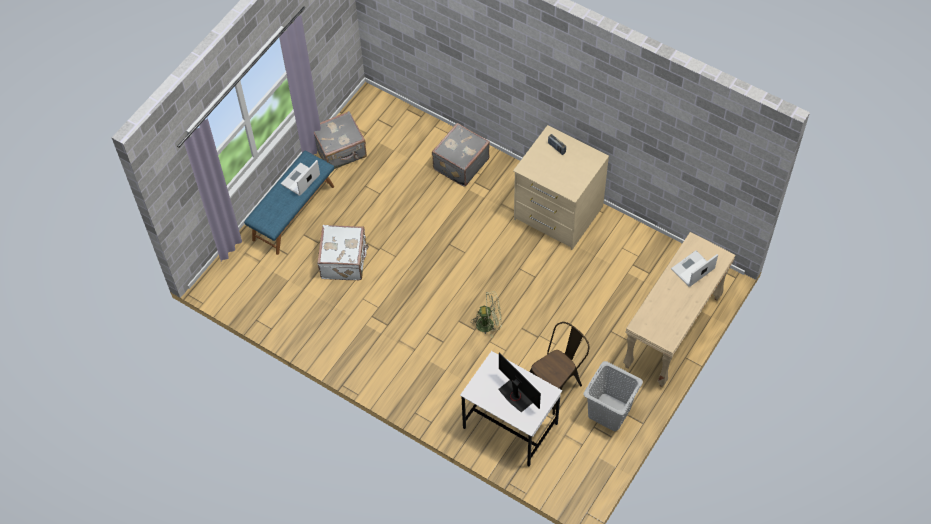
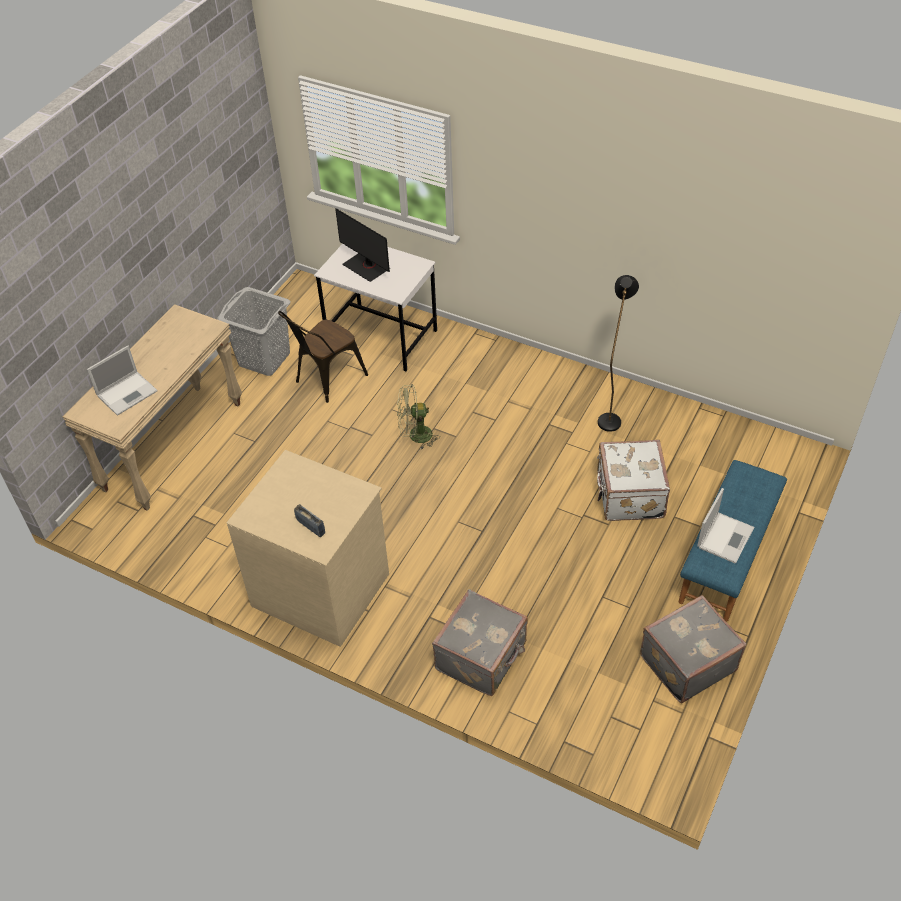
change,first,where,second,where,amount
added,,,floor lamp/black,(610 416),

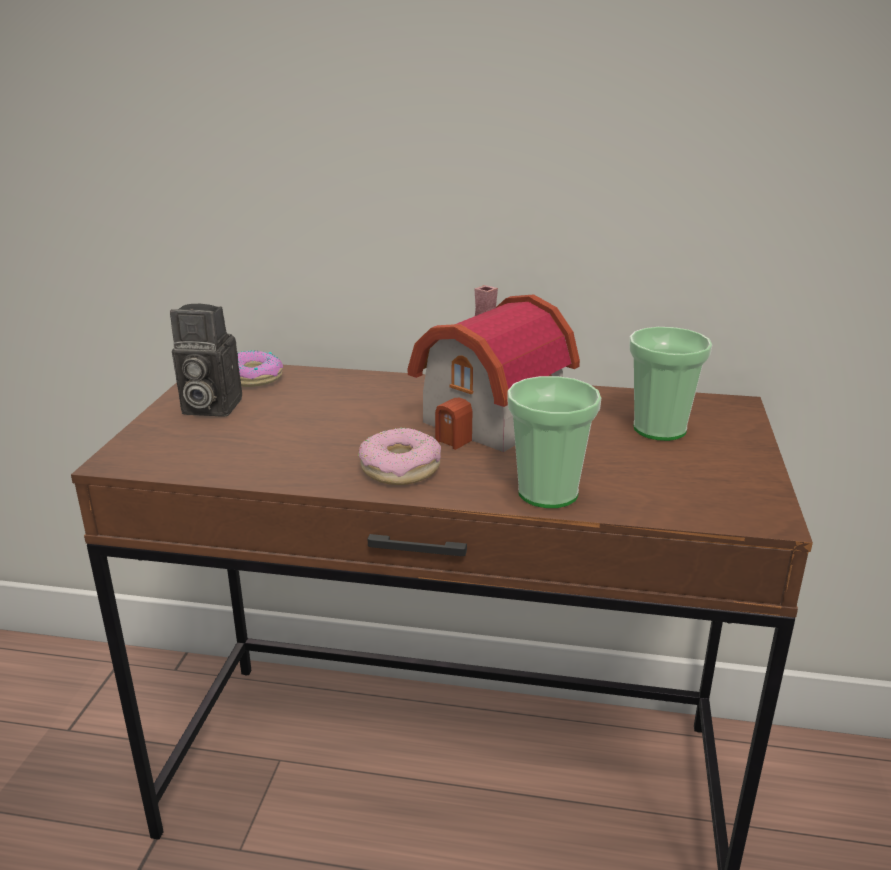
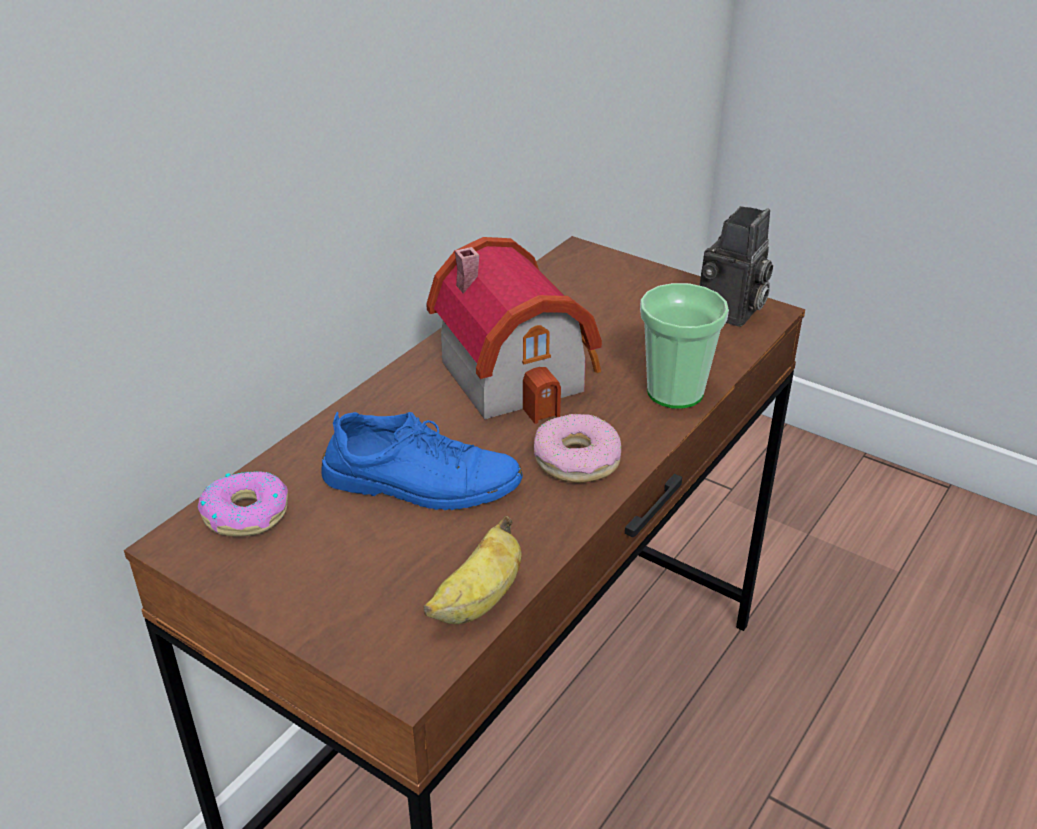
change,first,where,second,where,amount
moved,photo camera,(207 407),,(731 312),
removed,cup,(659 429),,,
added,,,shoe/blue,(421 482),
added,,,banana,(478 601),

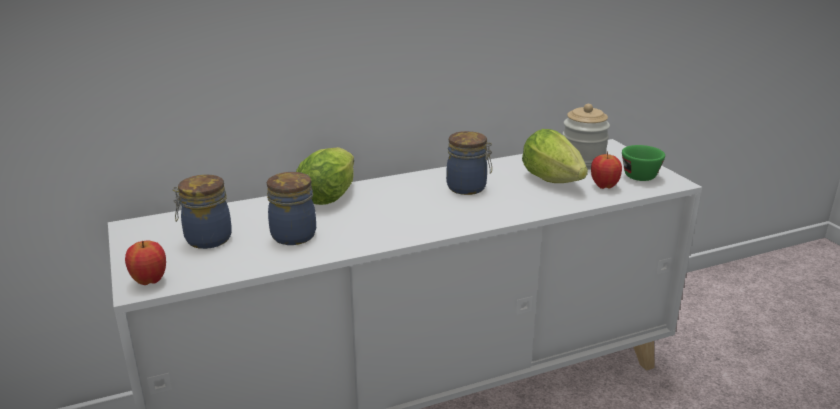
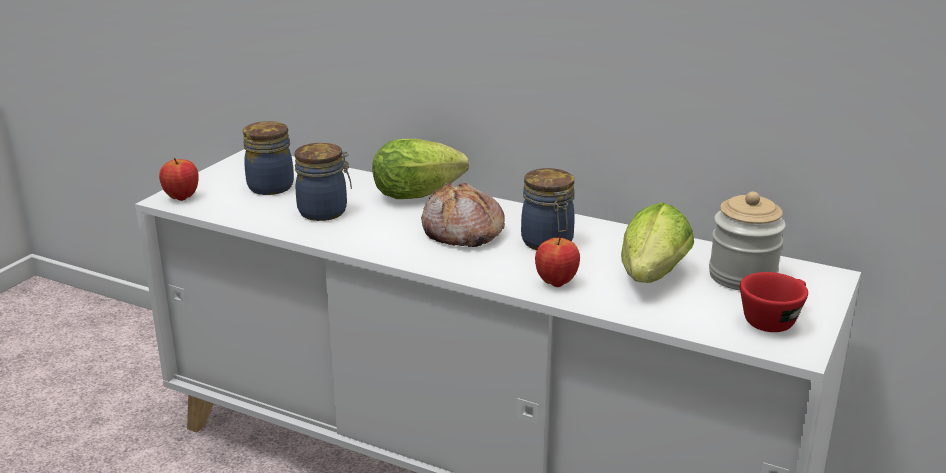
change,first,where,second,where,amount
recoloured,cup/green,(637 174),cup/red,(773 319),
moved,apple,(604 186),,(556 283),
added,,,bread,(461 232),

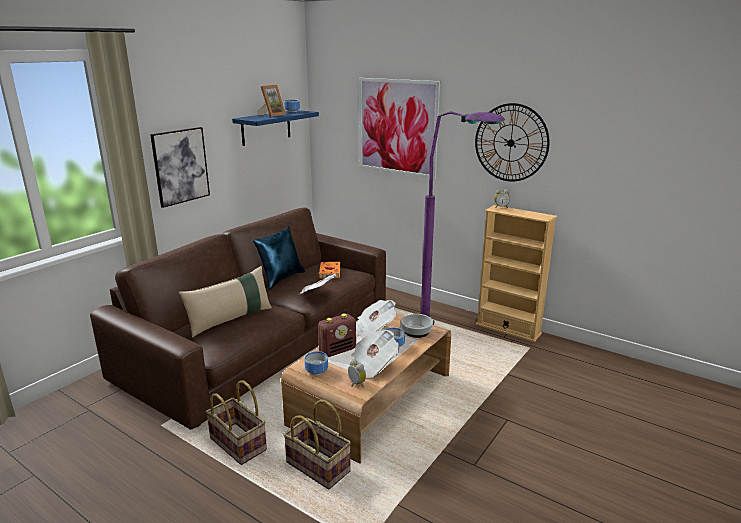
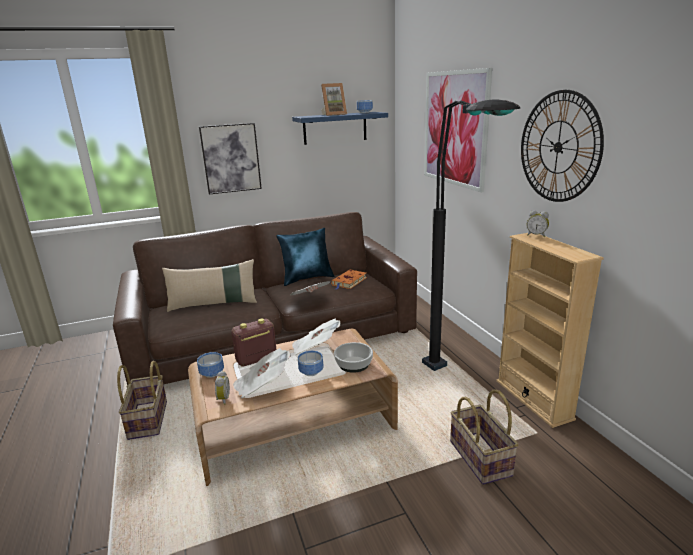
change,first,where,second,where,amount
recoloured,floor lamp/purple,(455 333),floor lamp/black,(460 383),
turned,radio,(338 350),,(256 359),150 degrees clockwise
moved,basket,(319 466),,(481 458),

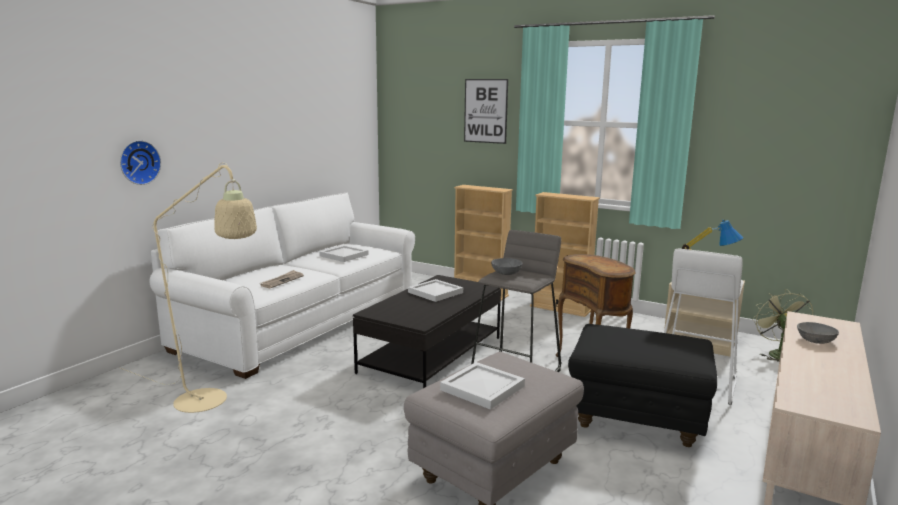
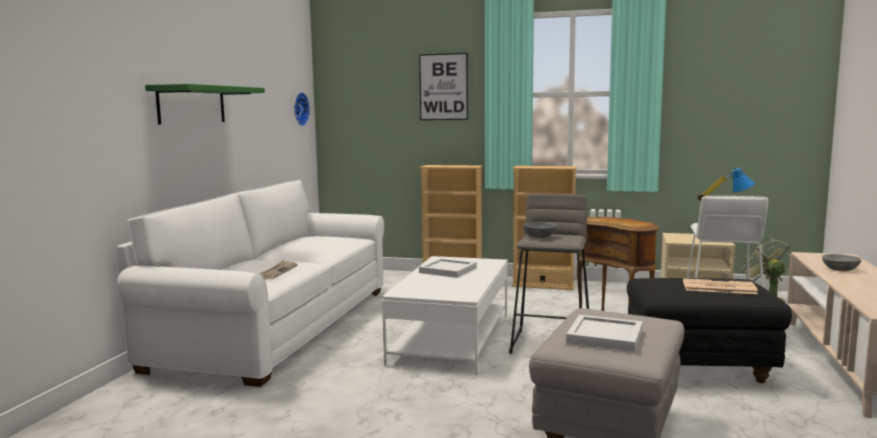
change,first,where,second,where,amount
moved,wall clock,(138 162),,(299 109),
removed,floor lamp/beige,(210 403),,,
removed,tray/white,(345 255),,,
recoloured,coffee table/black,(432 354),coffee table/white,(451 339),
added,,,shelf/green,(192 105),
added,,,newspaper,(718 287),

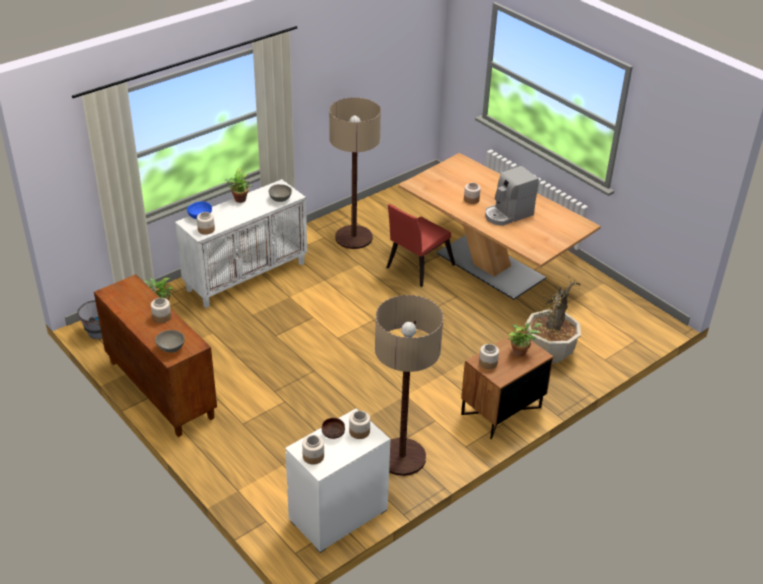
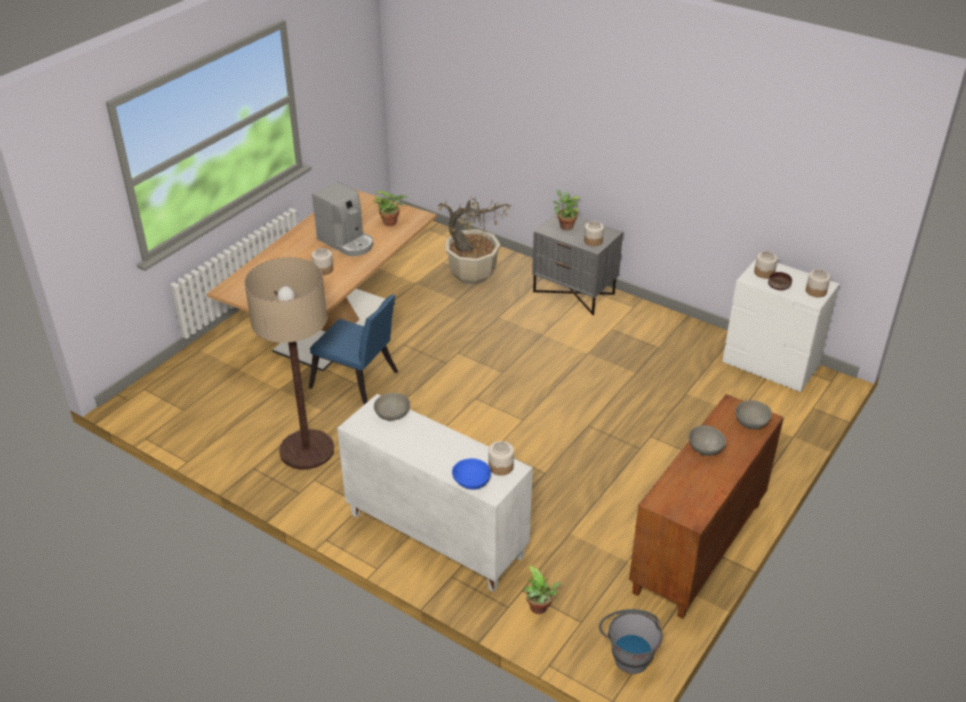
change,first,where,second,where,amount
moved,potted plant,(240 200),,(391 222),
recoloured,chair/red,(416 268),chair/blue,(358 383),
removed,floor lamp,(402 457),,,
replaced,jar,(162 317),bowl/grey,(704 449),
recoloured,nightstand/brown,(501 411),nightstand/grey,(574 292),

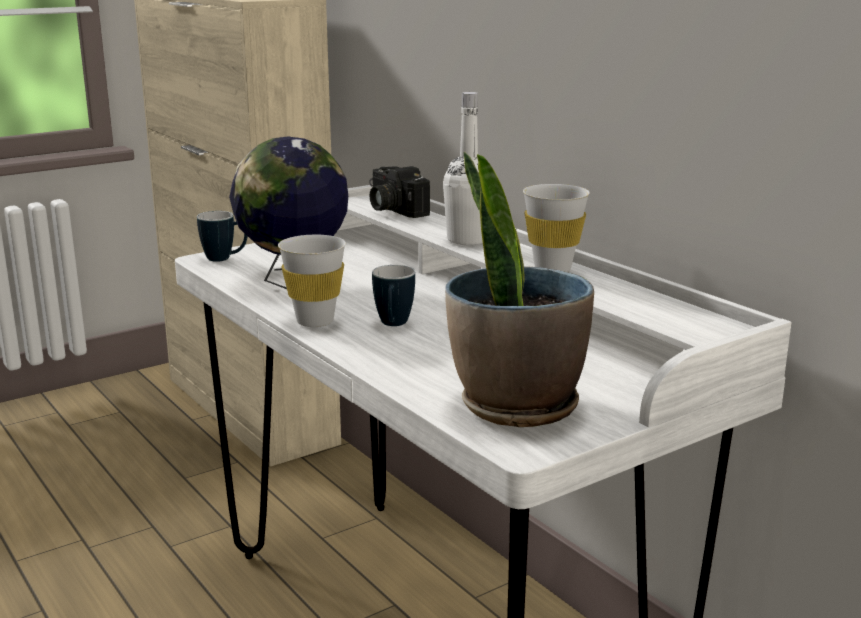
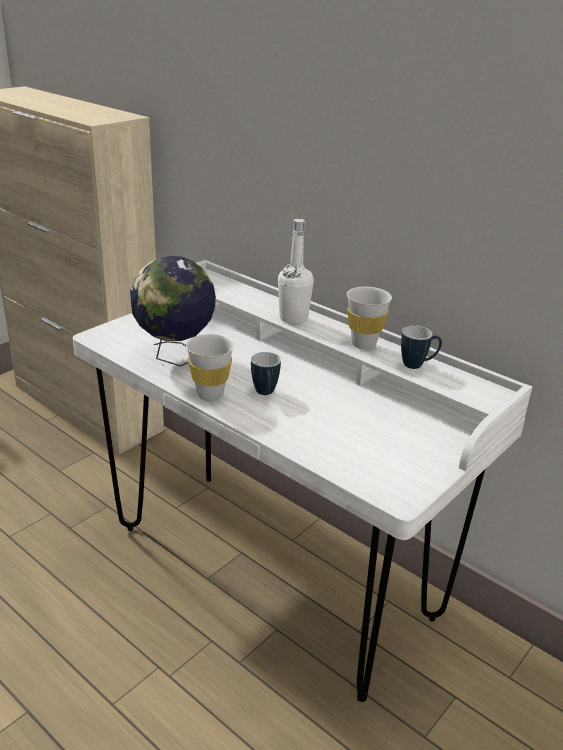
change,first,where,second,where,amount
removed,potted plant,(515 405),,,
removed,photo camera,(392 209),,,
moved,mug,(225 259),,(418 365),

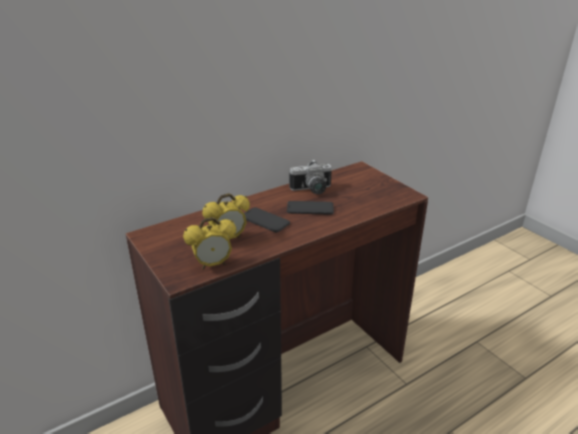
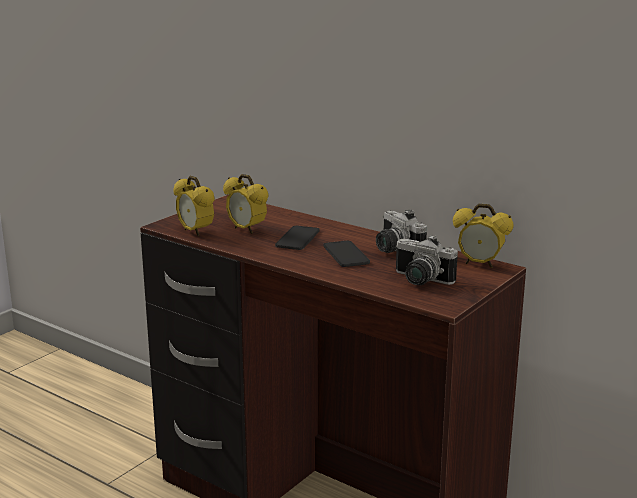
change,first,where,second,where,amount
added,,,alarm clock,(480 264),
added,,,photo camera,(419 280),

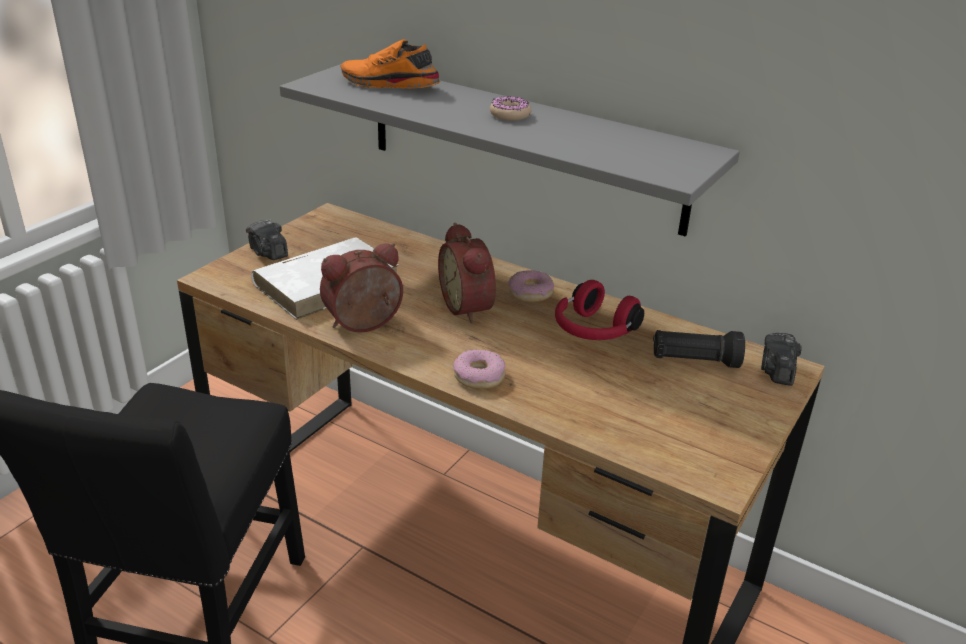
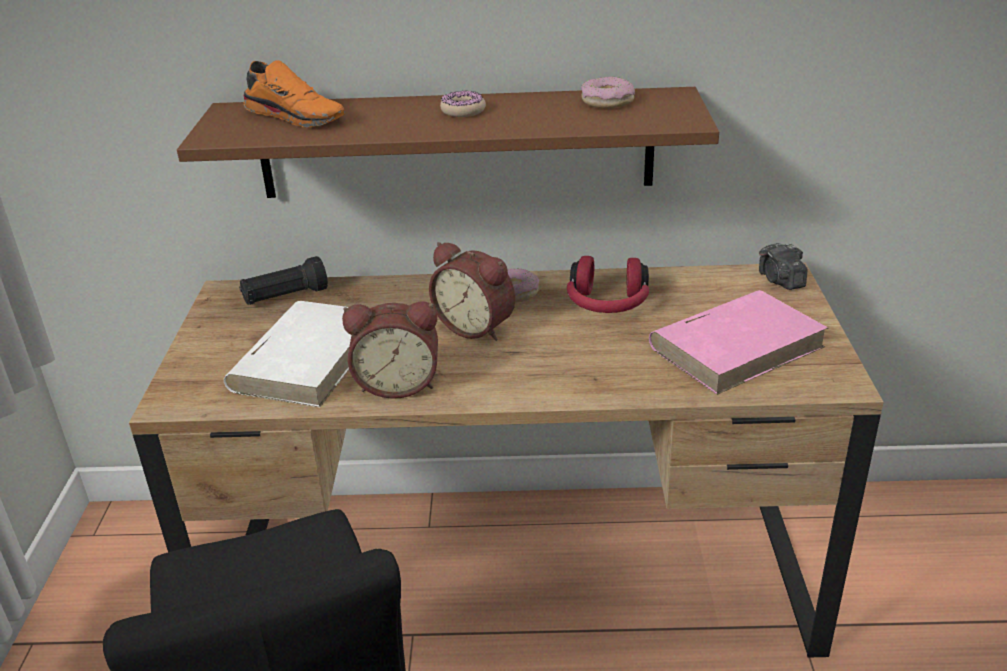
change,first,where,second,where,amount
turned,shoe/orange,(388 85),,(297 116),135 degrees counterclockwise
recoloured,shelf/grey,(522 145),shelf/brown,(456 143),
removed,photo camera,(268 253),,,
turned,alarm clock,(365 325),,(398 383),120 degrees counterclockwise
moved,flashlight/black,(694 361),,(285 297),
moved,donut,(479 376),,(607 101),
added,,,book/pink,(737 346),

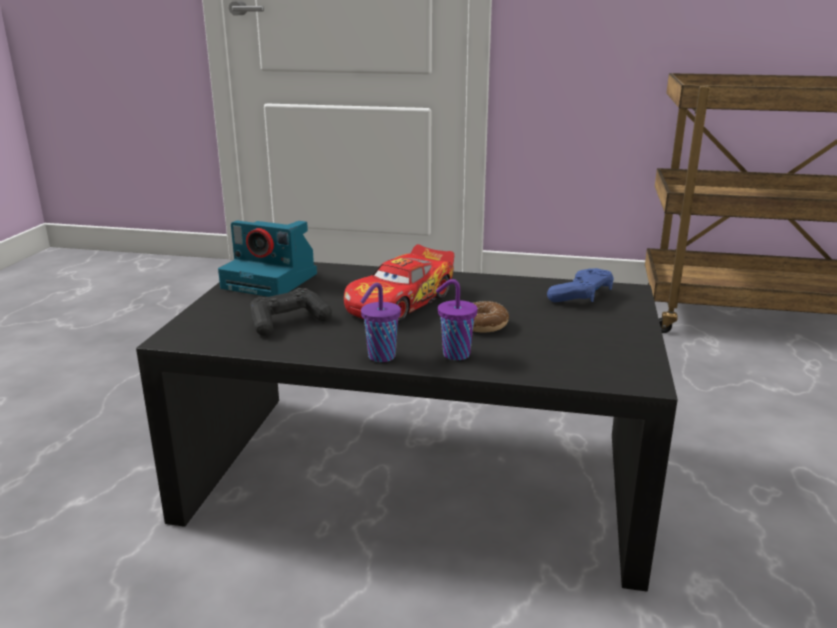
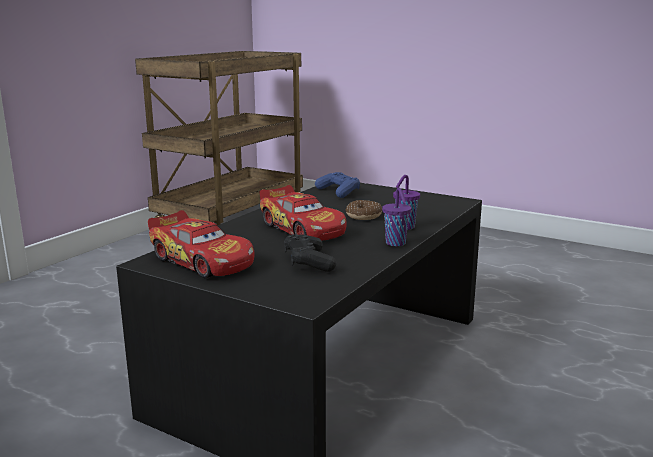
change,first,where,second,where,amount
replaced,photo camera,(272 281),toy car,(202 261),

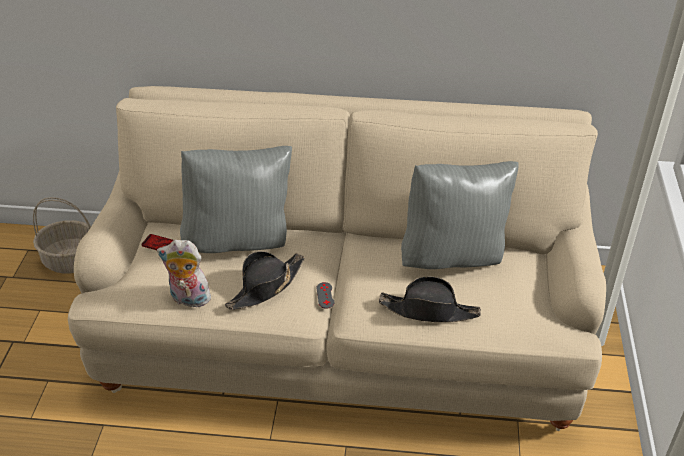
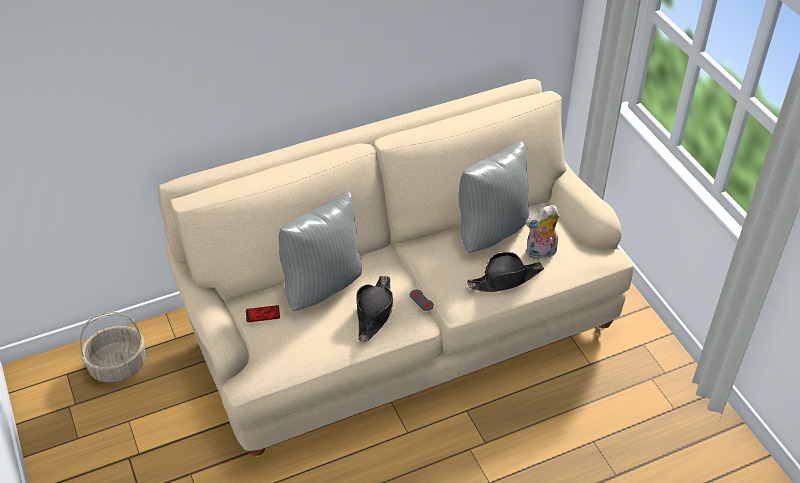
change,first,where,second,where,amount
moved,plush toy,(188 299),,(541 253),

